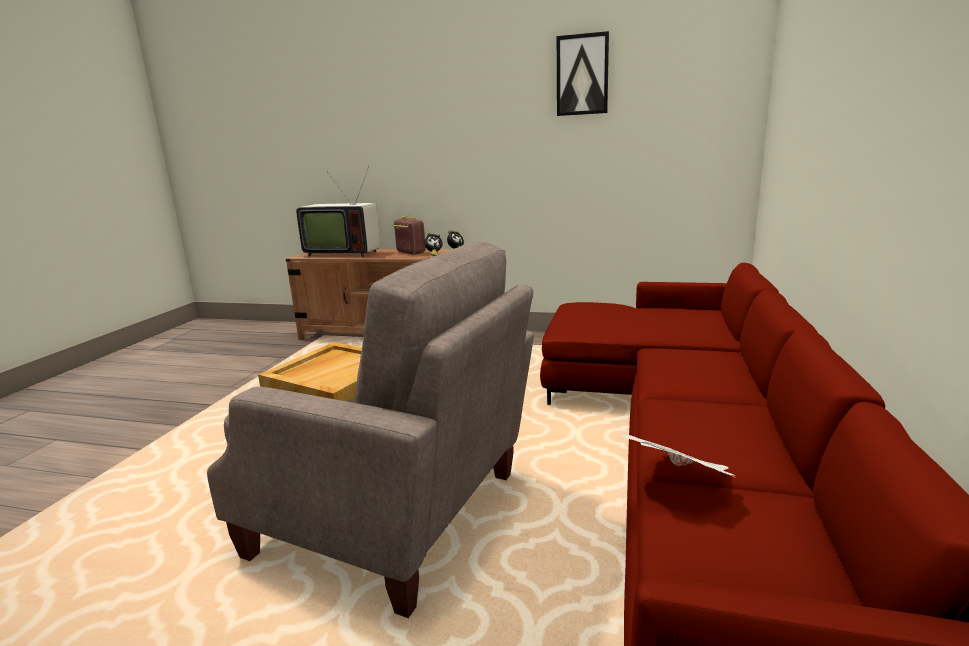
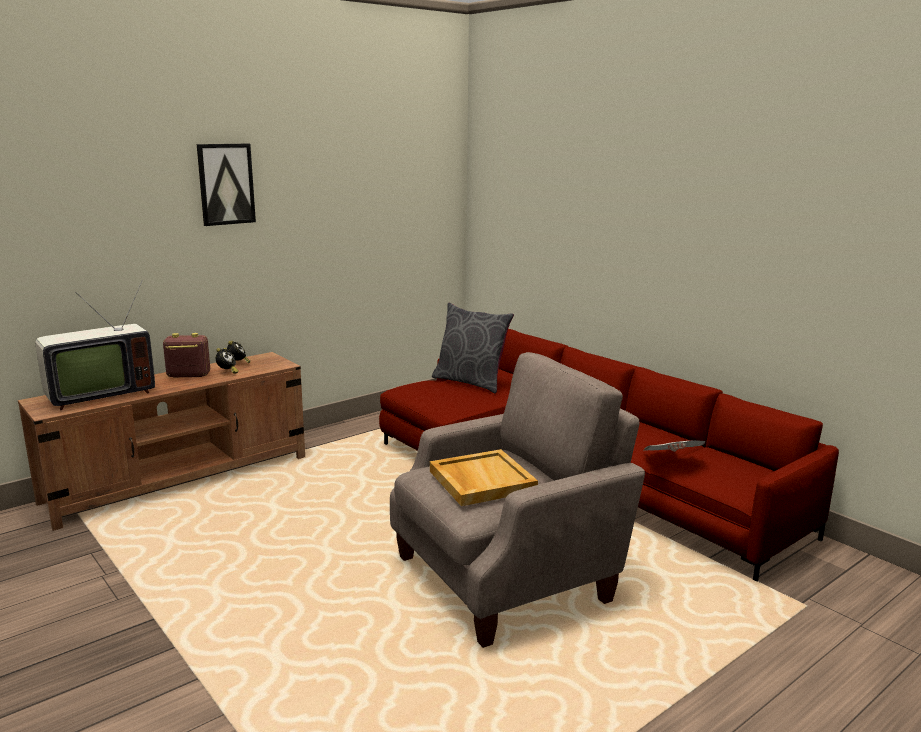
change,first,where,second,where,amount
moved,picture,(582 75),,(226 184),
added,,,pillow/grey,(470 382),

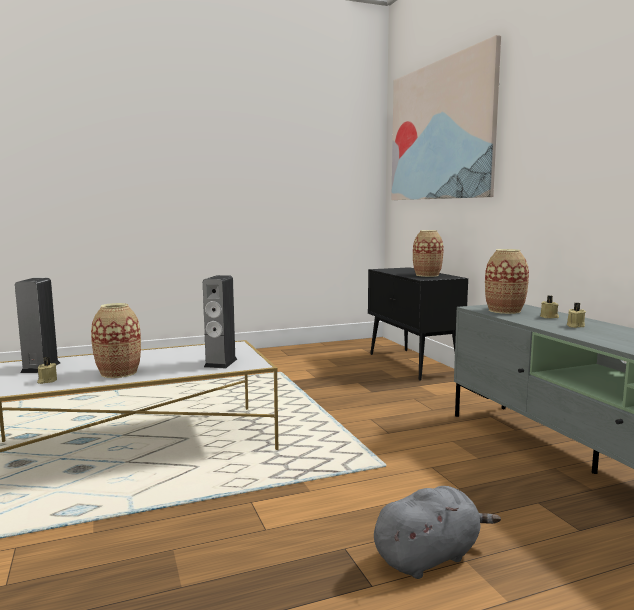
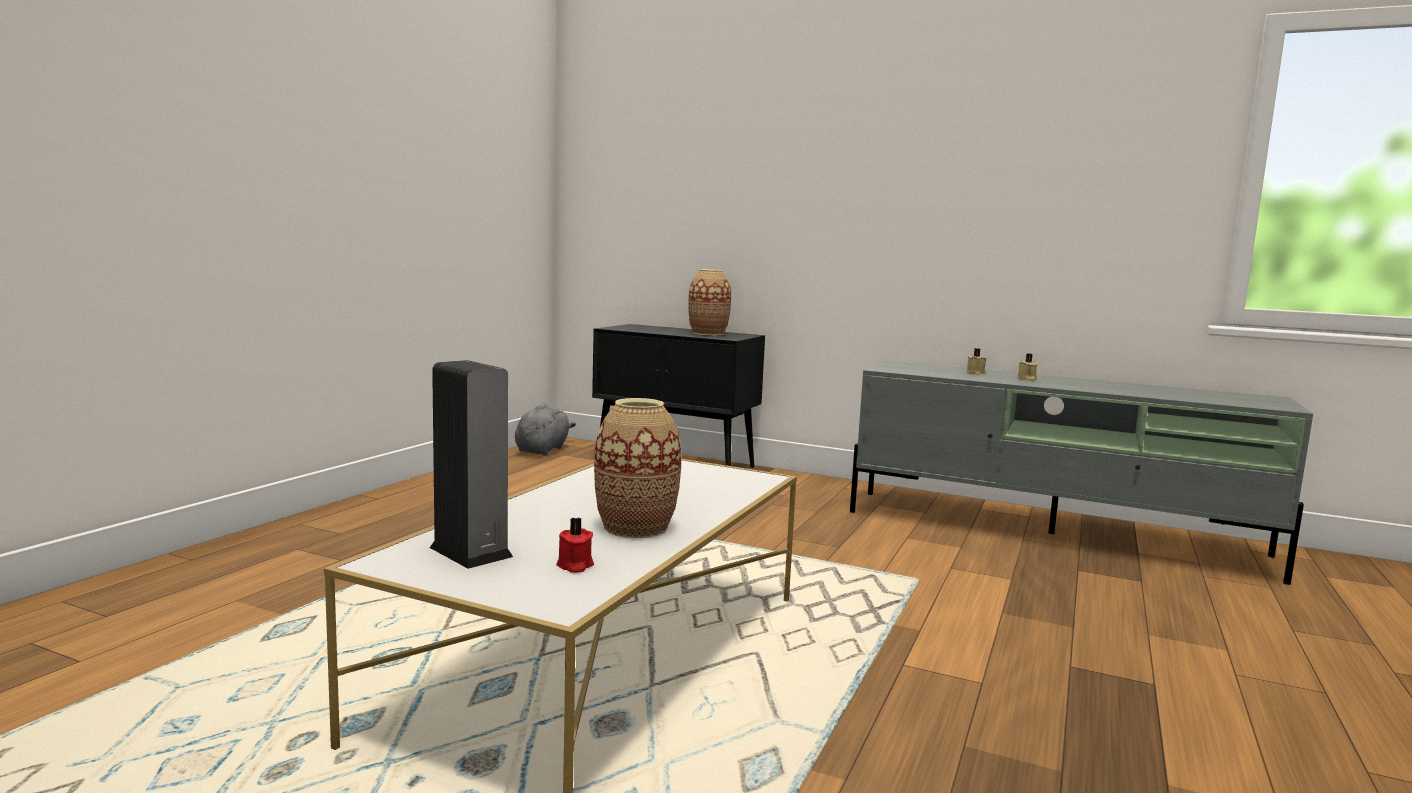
change,first,where,second,where,amount
removed,picture,(440 131),,,
removed,vase,(504 311),,,
removed,speaker,(220 363),,,
recoloured,candle/beige,(47 381),candle/red,(574 566),
moved,plush toy/grey,(429 557),,(543 450),

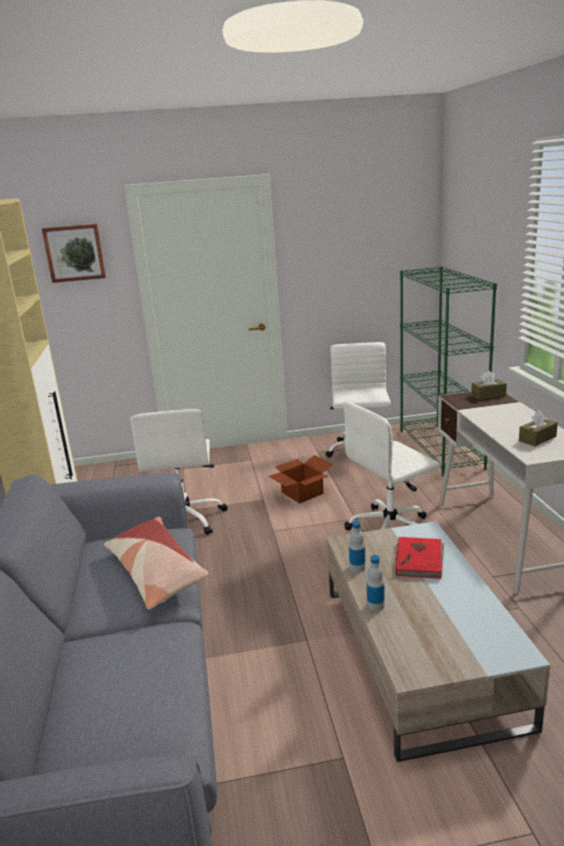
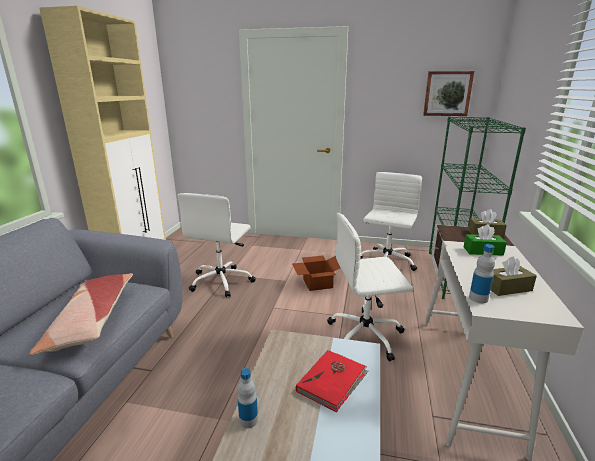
change,first,where,second,where,amount
moved,picture,(75 253),,(447 93),
moved,bottle,(357 568),,(478 298),
added,,,tissue box/green,(483 251),

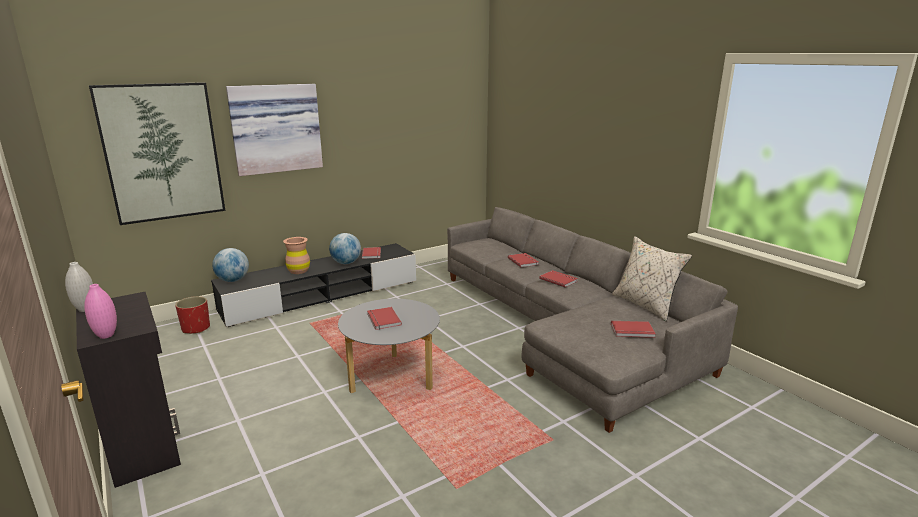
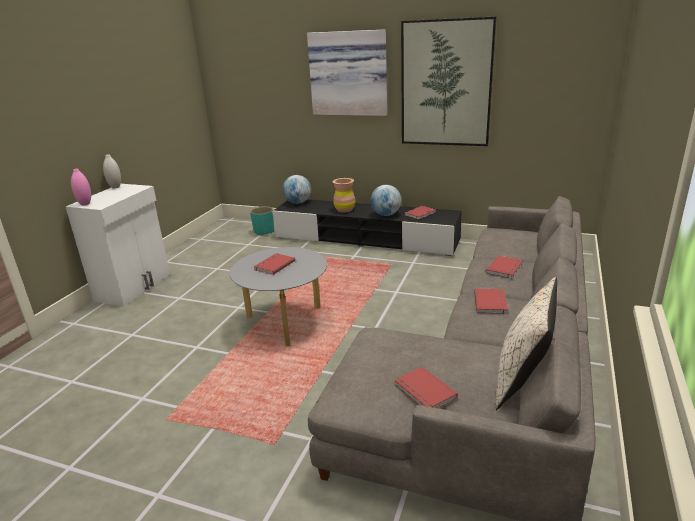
change,first,where,second,where,amount
moved,picture,(162 153),,(446 84),
recoloured,cabinet/black,(145 444),cabinet/white,(134 287),
recoloured,planter/red,(196 328),planter/turquoise,(264 231),

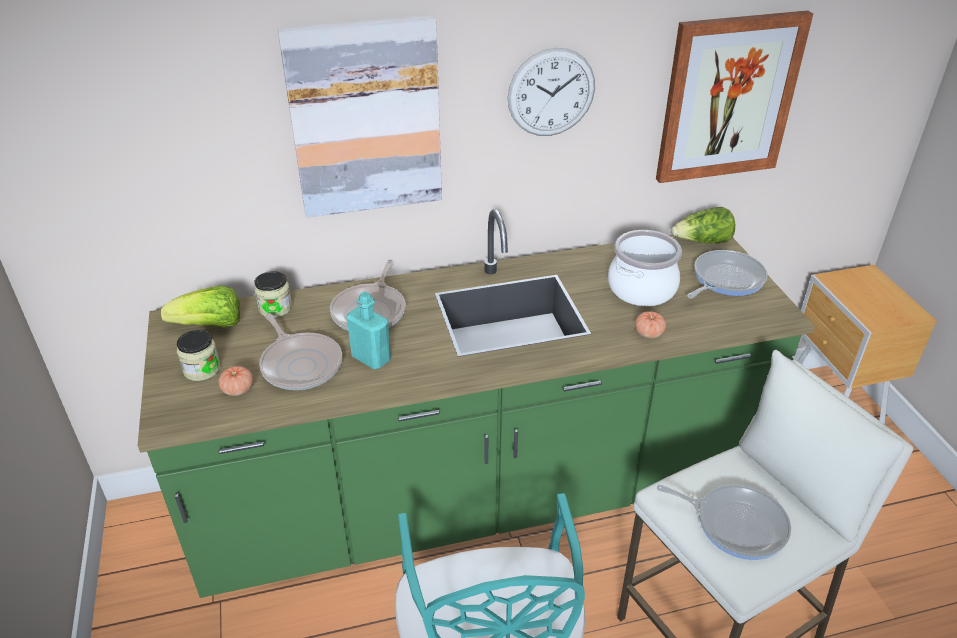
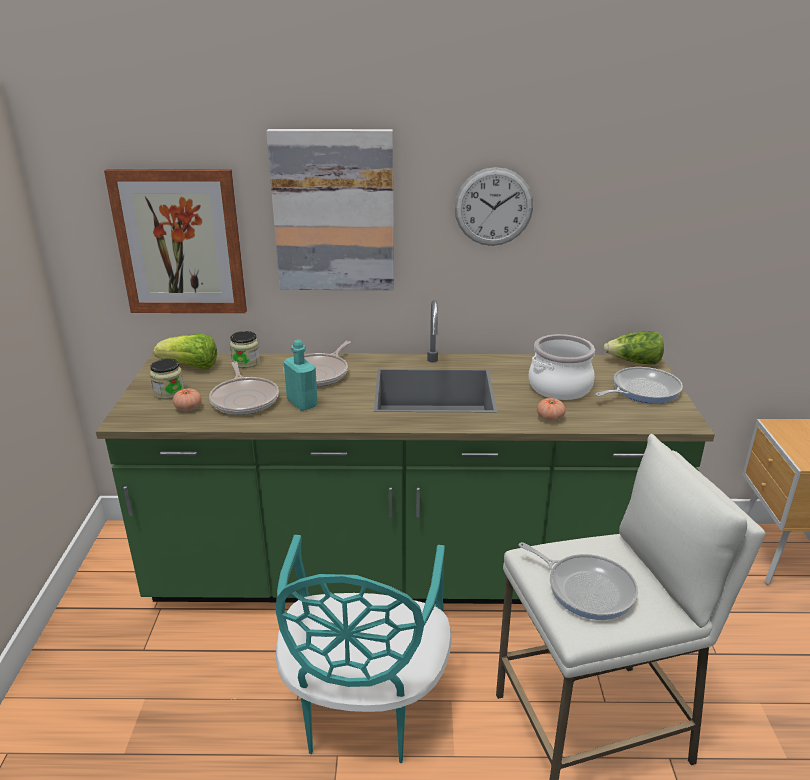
change,first,where,second,where,amount
moved,picture,(728 98),,(180 242),

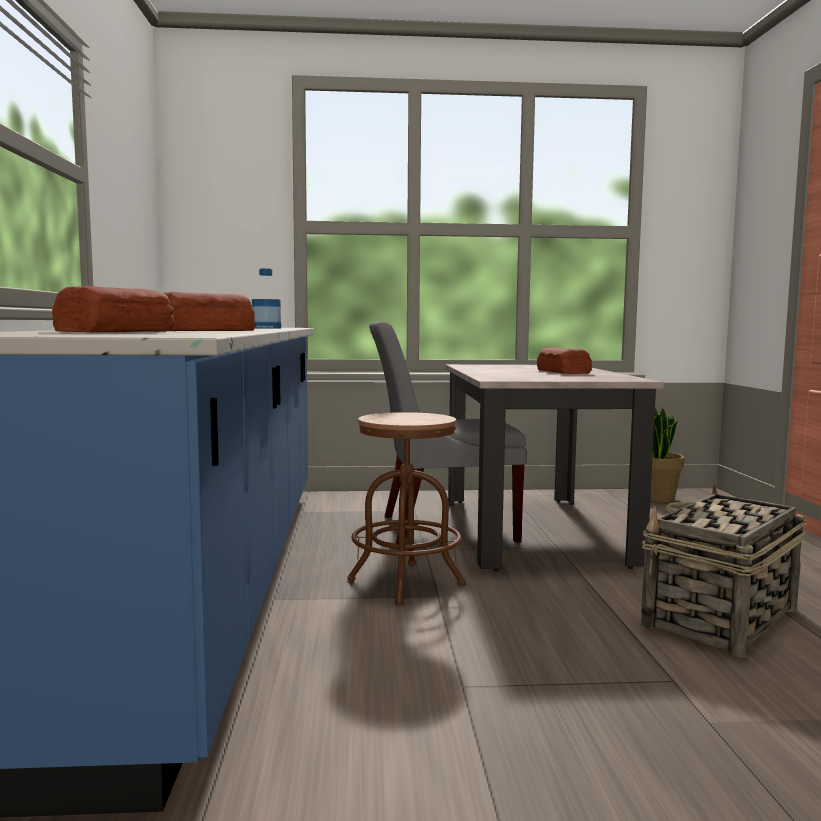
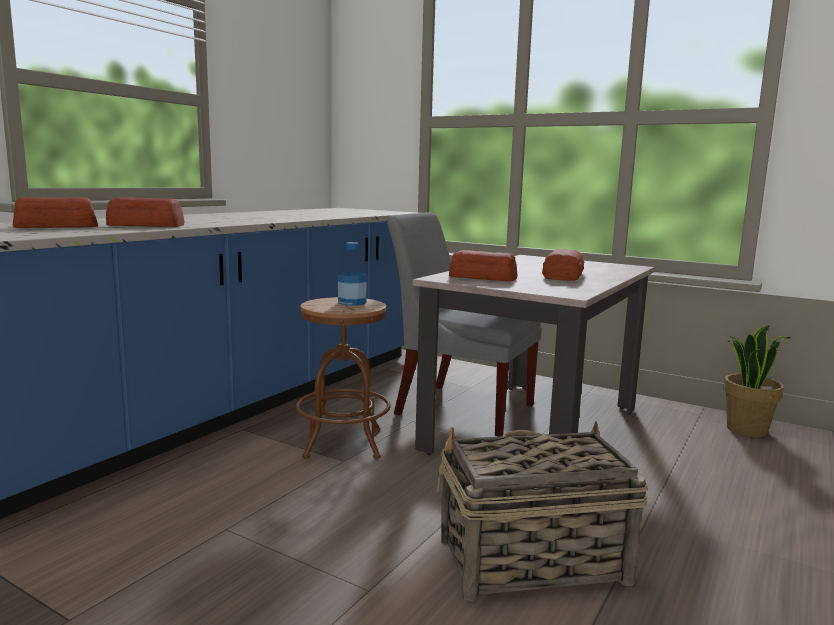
change,first,where,second,where,amount
moved,bottle,(266 328),,(352 302),
added,,,bread,(483 277),

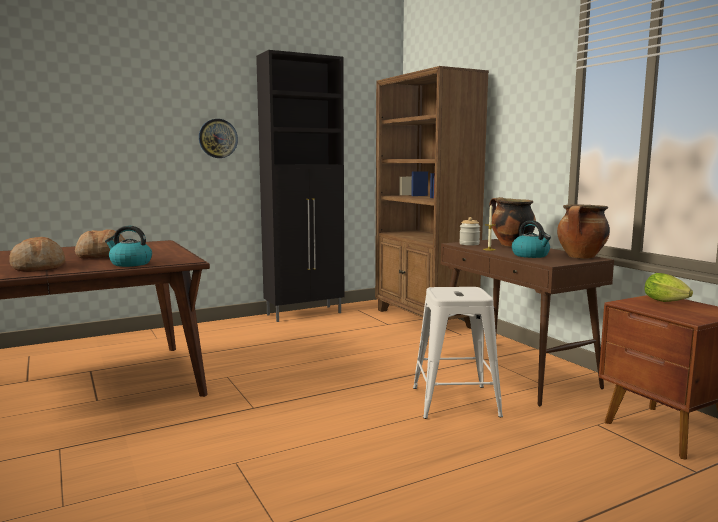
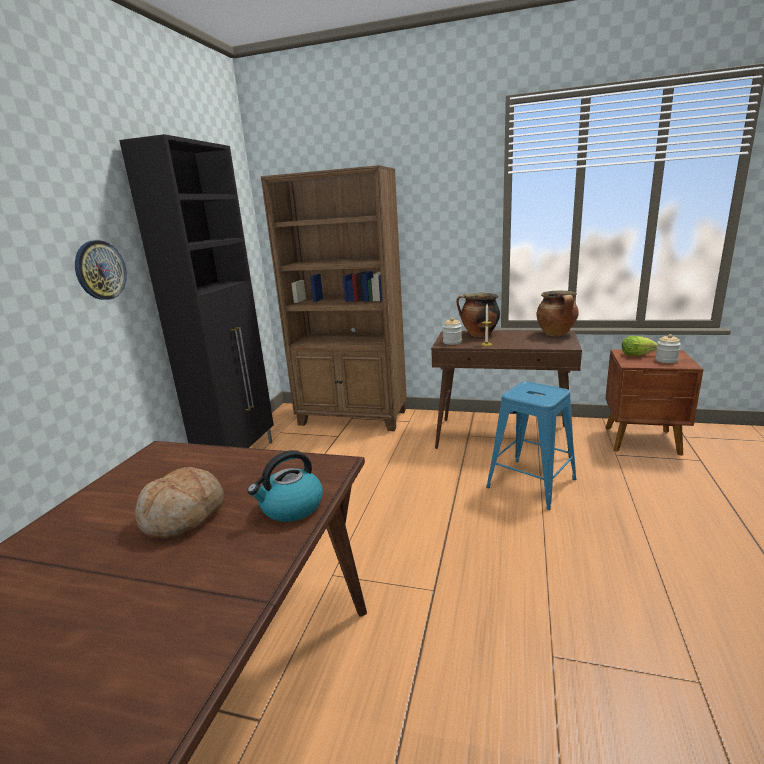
change,first,where,second,where,amount
removed,kettle,(531 255),,,
removed,bread,(39 267),,,
recoloured,stool/white,(454 401),stool/blue,(530 483),
added,,,jar,(666 360),

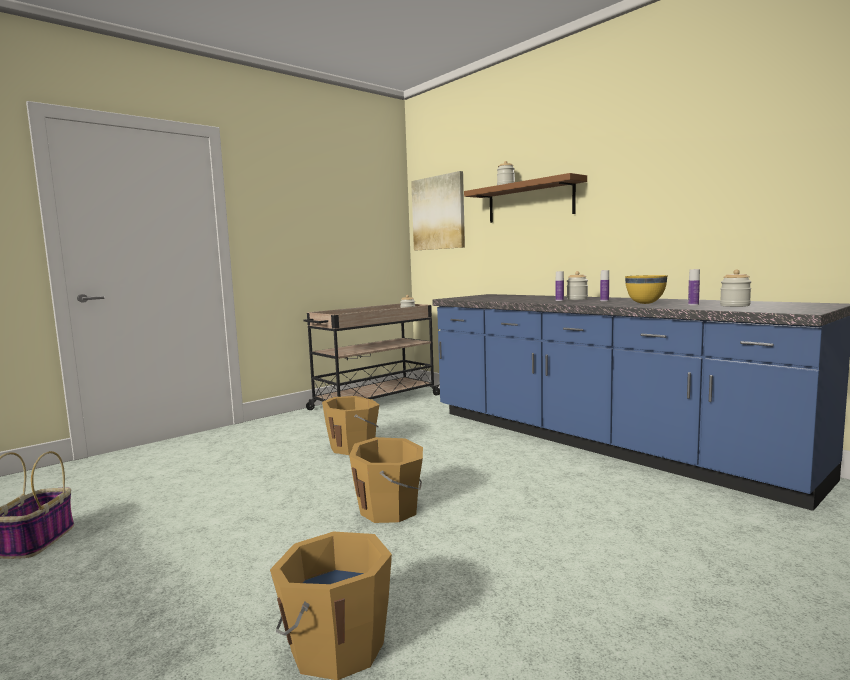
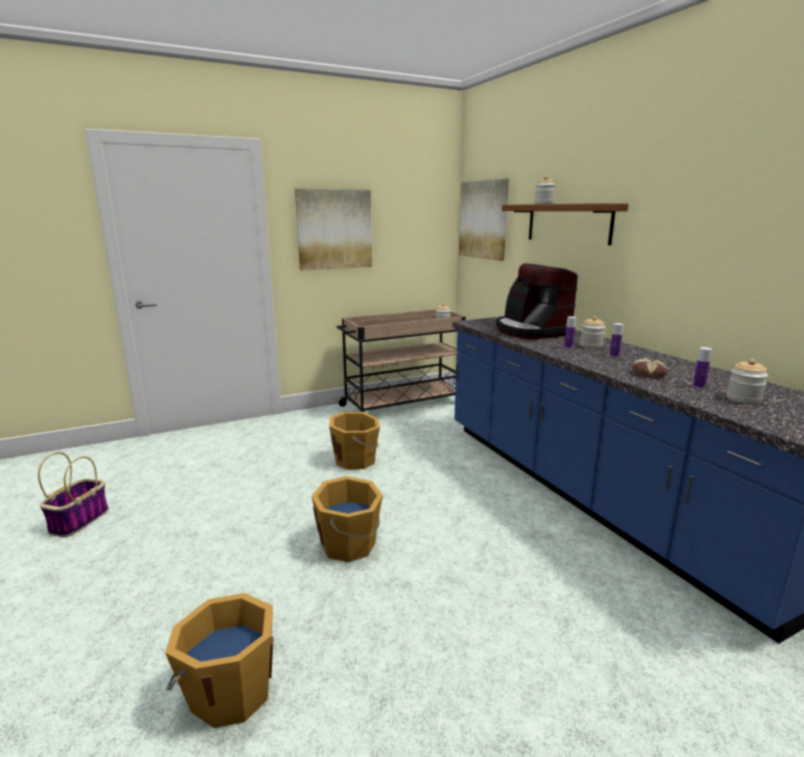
change,first,where,second,where,amount
replaced,bowl/yellow,(645 303),bread,(648 374),
added,,,picture,(334 229),
added,,,coffee machine,(531 330),

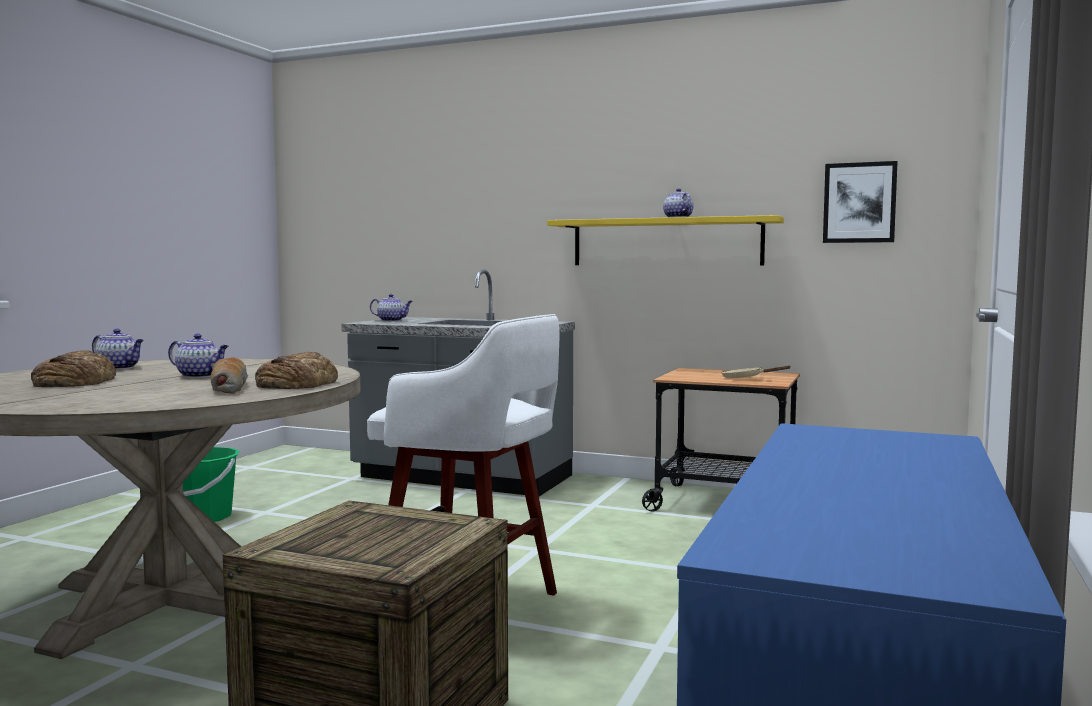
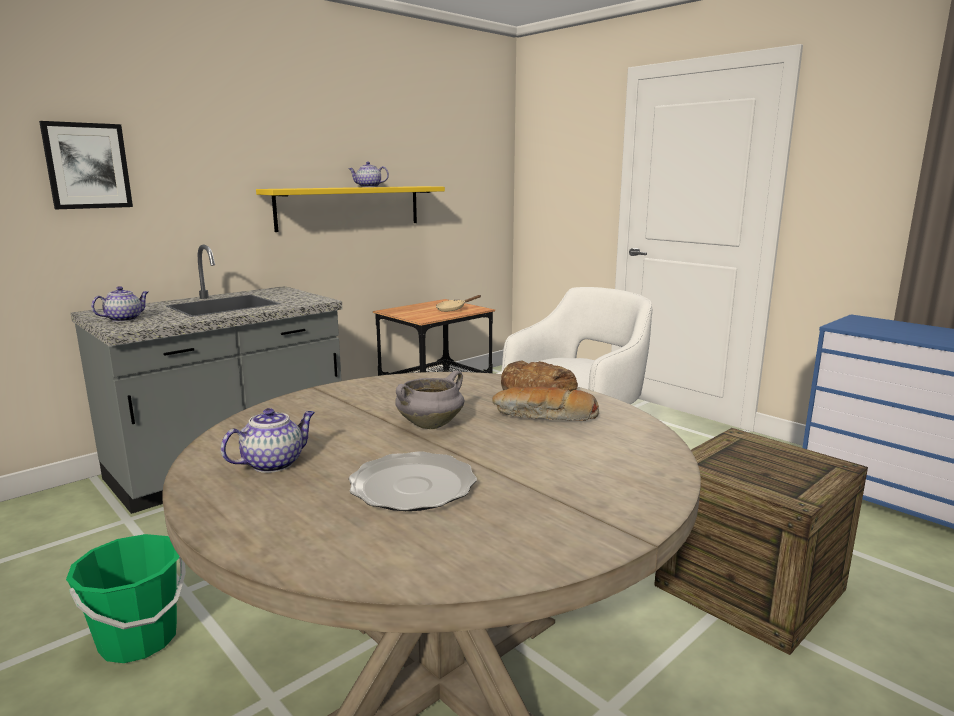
change,first,where,second,where,amount
moved,picture,(859 203),,(87 166),
replaced,teapot,(200 376),cooking pot/grey,(430 425),
replaced,bread,(74 381),plate,(412 487),

